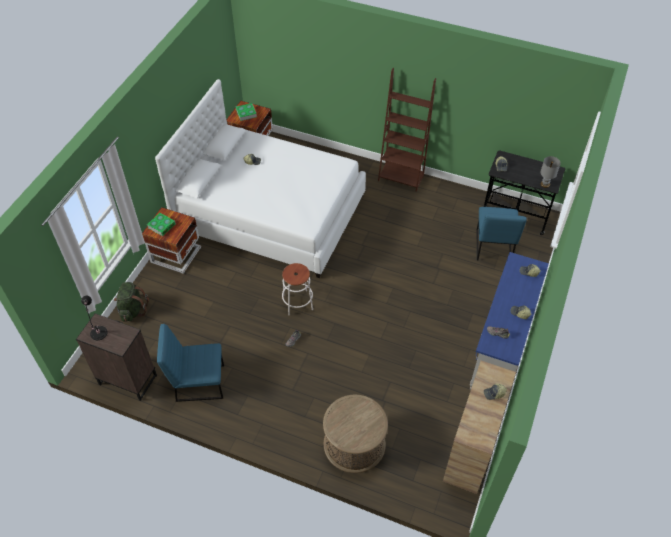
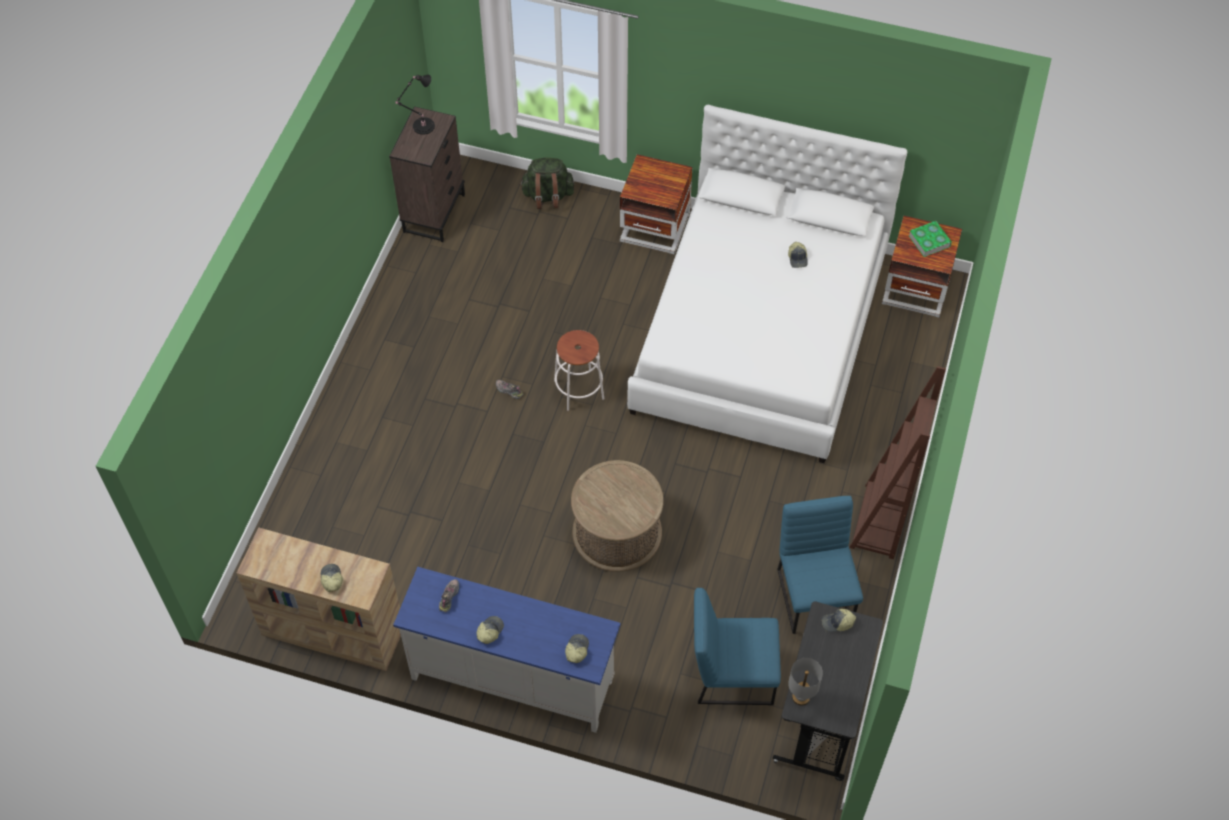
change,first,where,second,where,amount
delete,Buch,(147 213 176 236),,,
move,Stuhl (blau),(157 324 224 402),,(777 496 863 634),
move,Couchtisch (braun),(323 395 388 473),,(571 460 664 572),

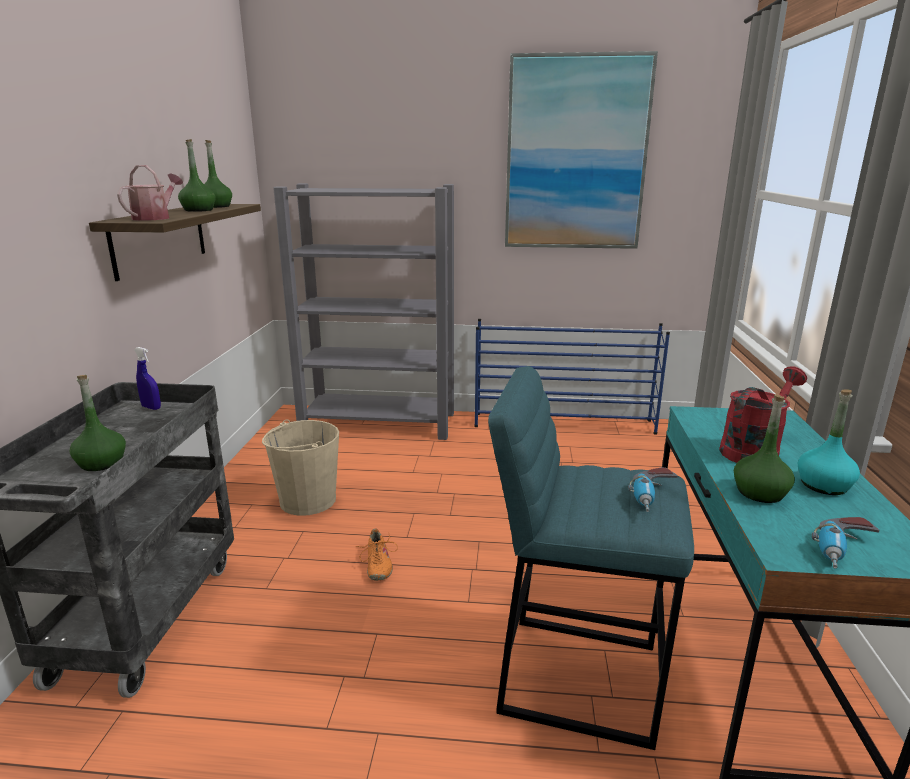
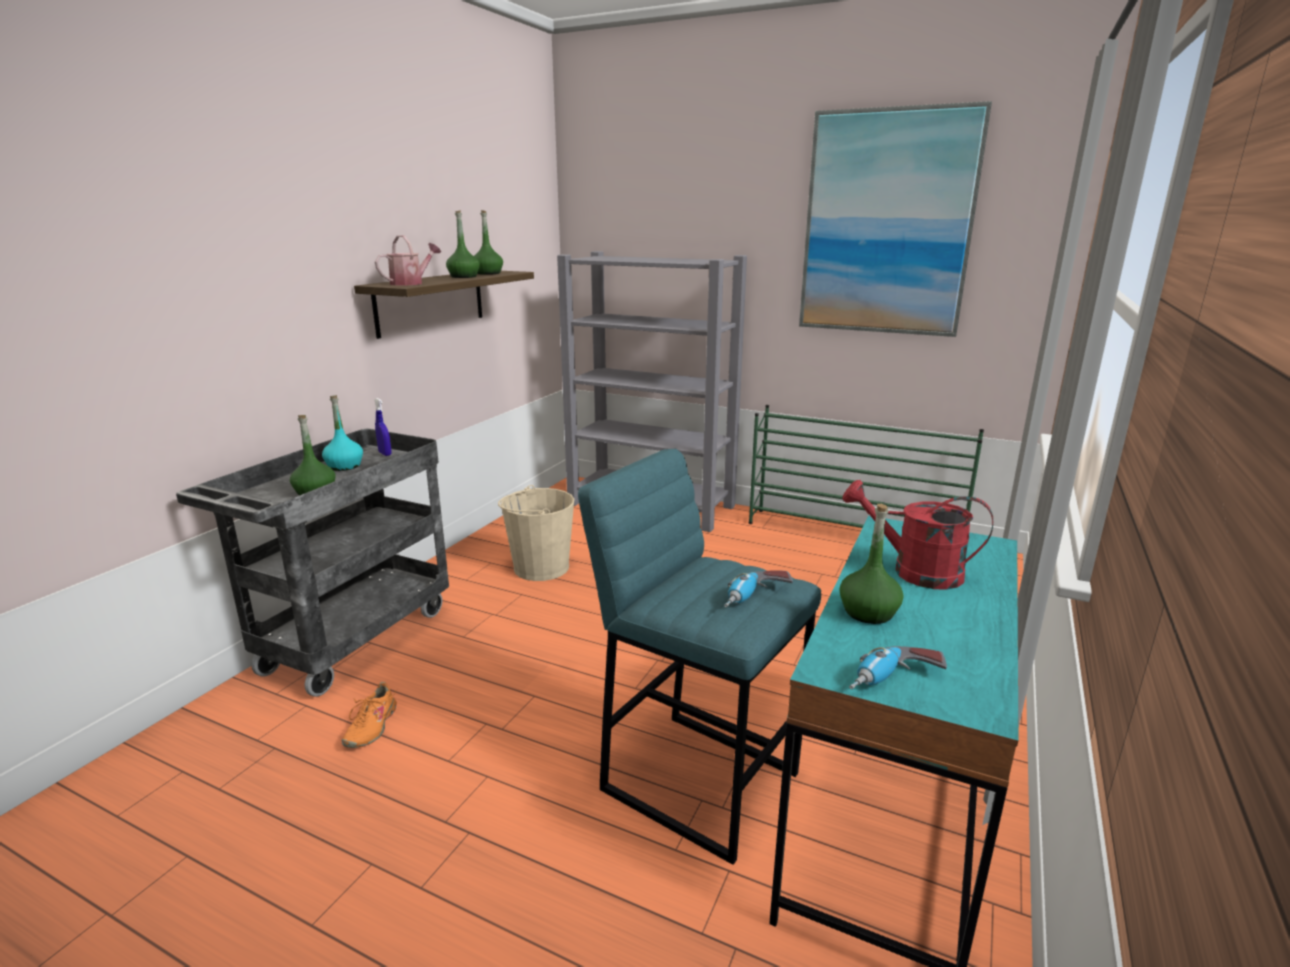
change,first,where,second,where,amount
recolor,Schuhregal (blau),(474 319 670 435),Schuhregal (grün),(749 405 984 528),
rotate,Gießkanne (rot),(719 366 807 463),,(843 480 993 590),135 degrees counterclockwise
move,Flasche (türkis),(798 389 860 495),,(322 395 363 471),
move,Schuh (orange),(355 528 398 581),,(342 682 397 748),

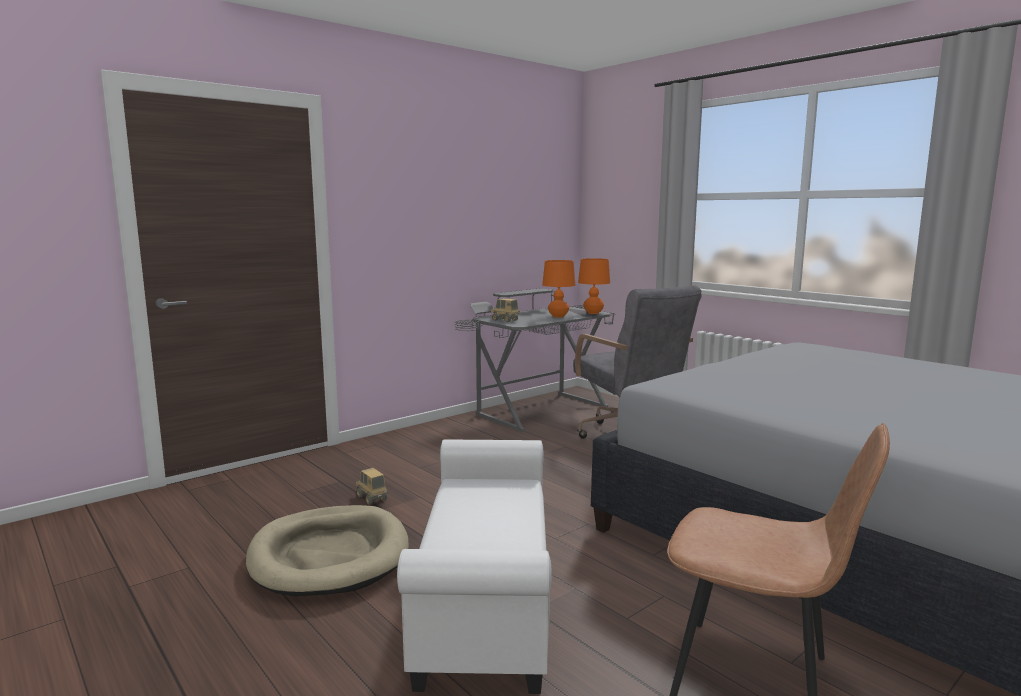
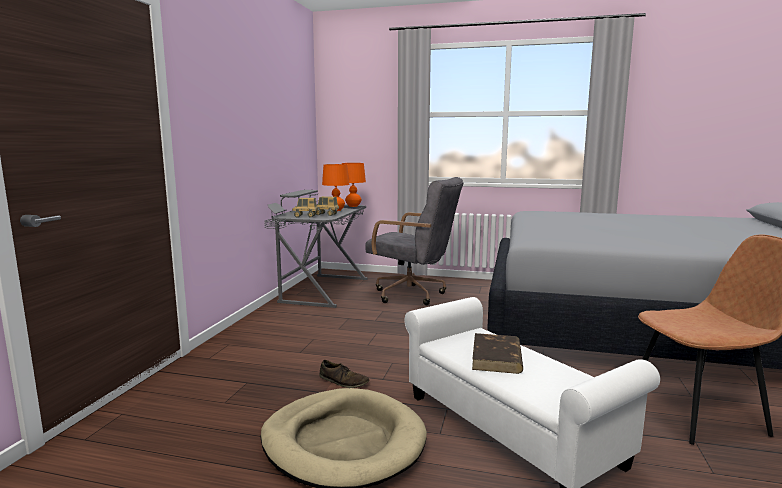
change,first,where,second,where,amount
move,Spielzeuglaster,(356 468 388 505),,(316 196 339 216),
insert,,,Buch (braun),(472 333 523 374),
insert,,,Schuh (braun),(320 360 369 388),

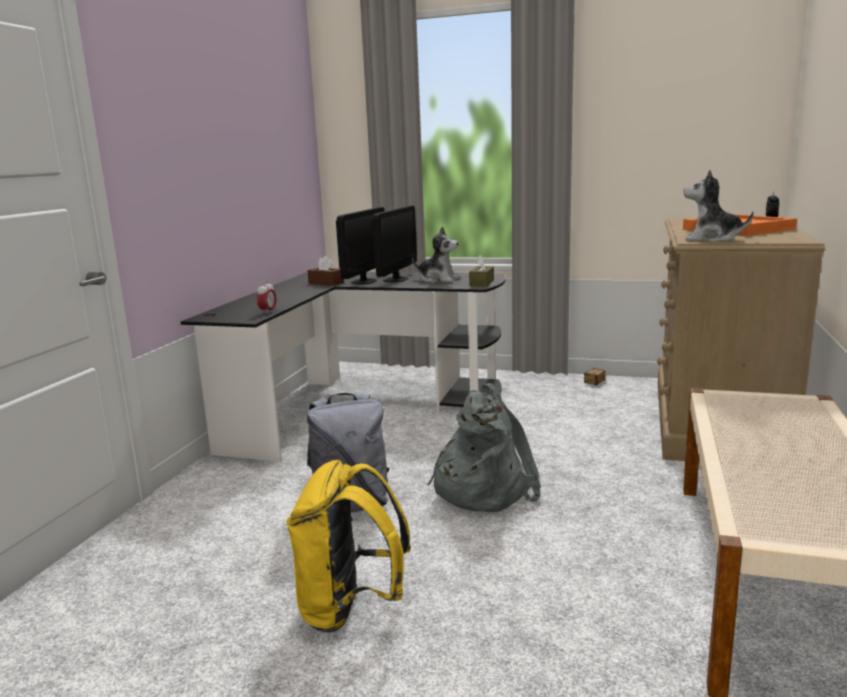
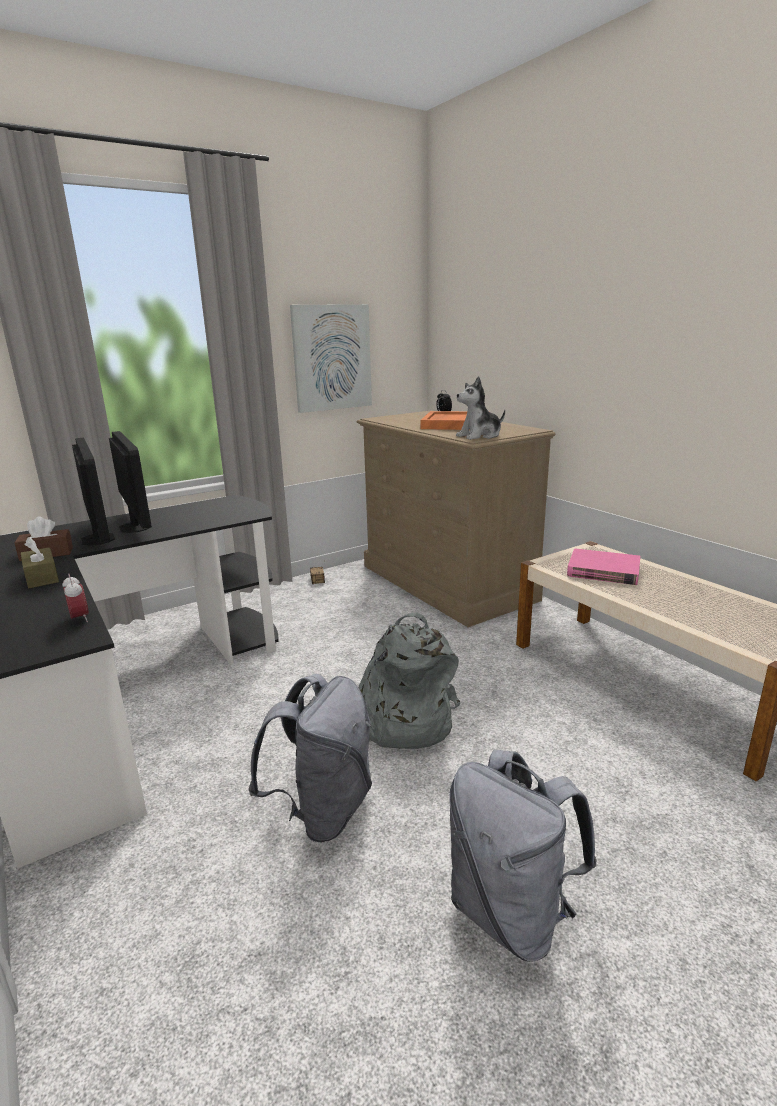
change,first,where,second,where,amount
delete,Plüschtier,(412 227 459 283),,,
move,Taschentuchbox (braun),(469 255 494 287),,(21 537 59 588),
recolor,Rucksack (gelb),(286 460 411 633),Rucksack (grau),(449 750 597 962),
insert,,,Bild,(290 304 372 413),
insert,,,Buch (rosa),(567 548 640 585),

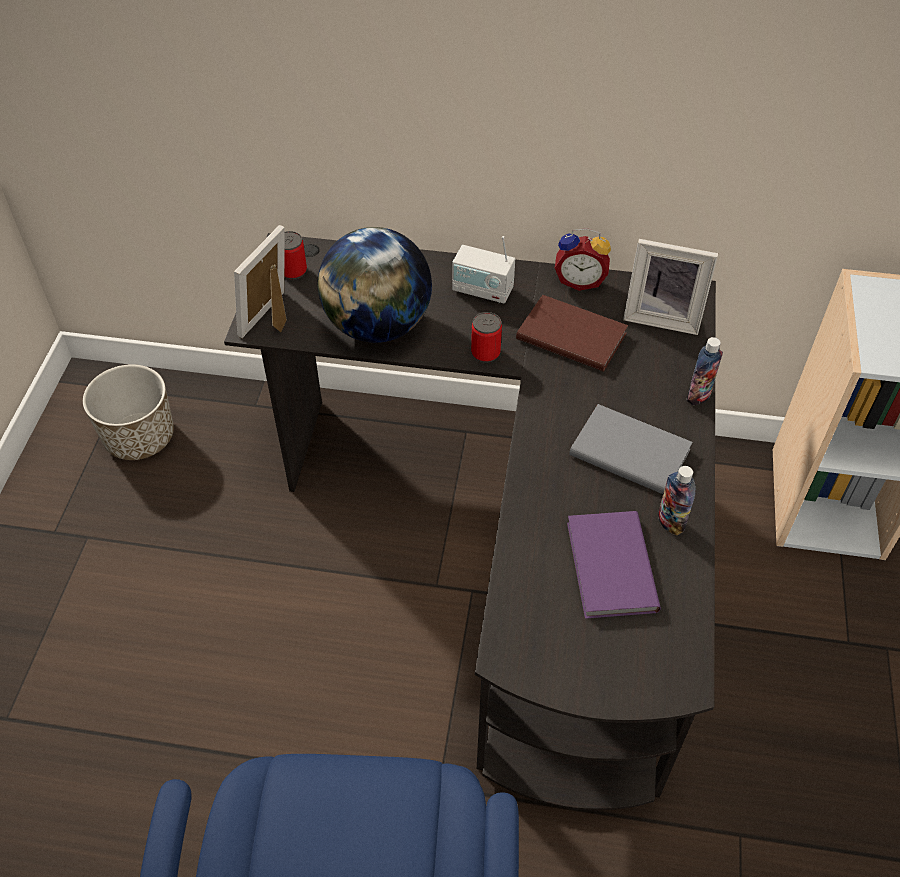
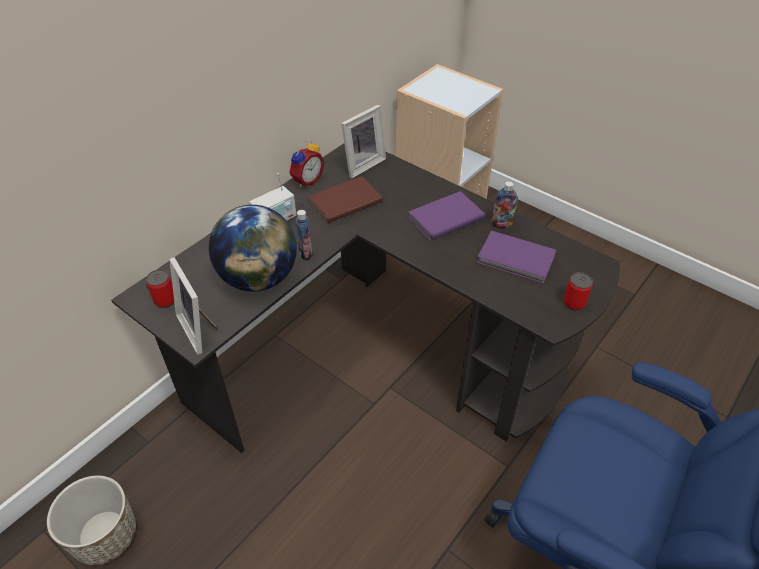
change,first,where,second,where,amount
move,Dose,(471 312 502 363),,(563 272 593 310),
move,Flasche,(687 337 723 405),,(295 210 312 260),
recolor,Buch (grau),(569 404 692 494),Buch (lila),(408 191 485 241),

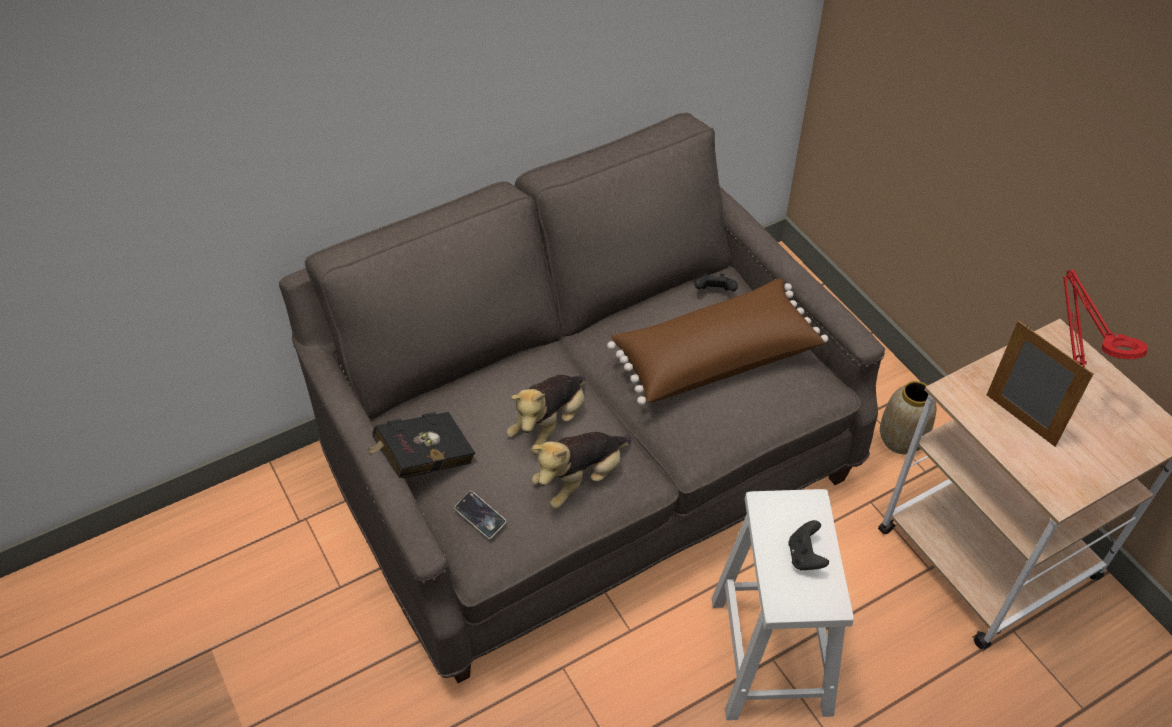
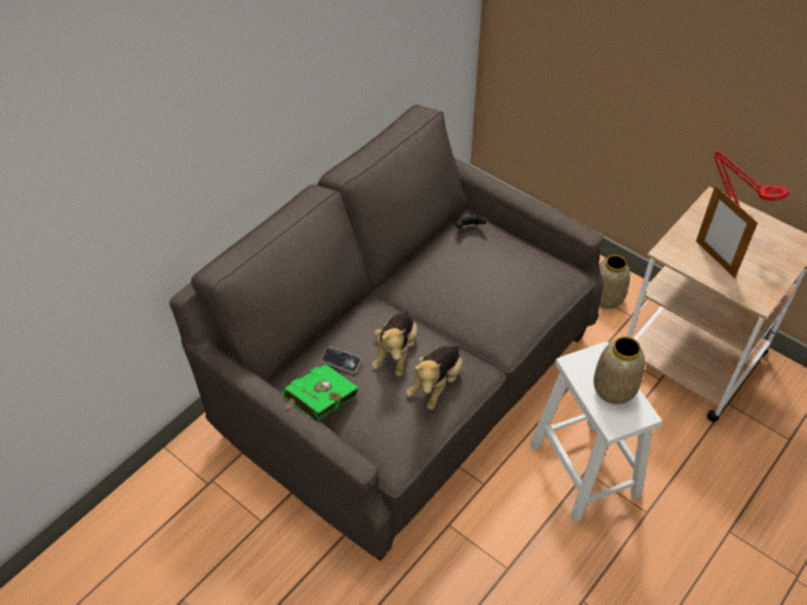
change,first,where,second,where,amount
delete,Kissen (braun),(607 278 828 405),,,
rotate,Bilderrahmen,(987 321 1094 447),,(696 185 758 278),150 degrees counterclockwise
recolor,Buch (schwarz),(366 412 475 478),Buch (grün),(282 364 358 421),
move,Handy,(455 491 506 539),,(321 346 362 373),
replace,Gamepad (schwarz),(788 520 829 571),Vase,(594 336 645 404),

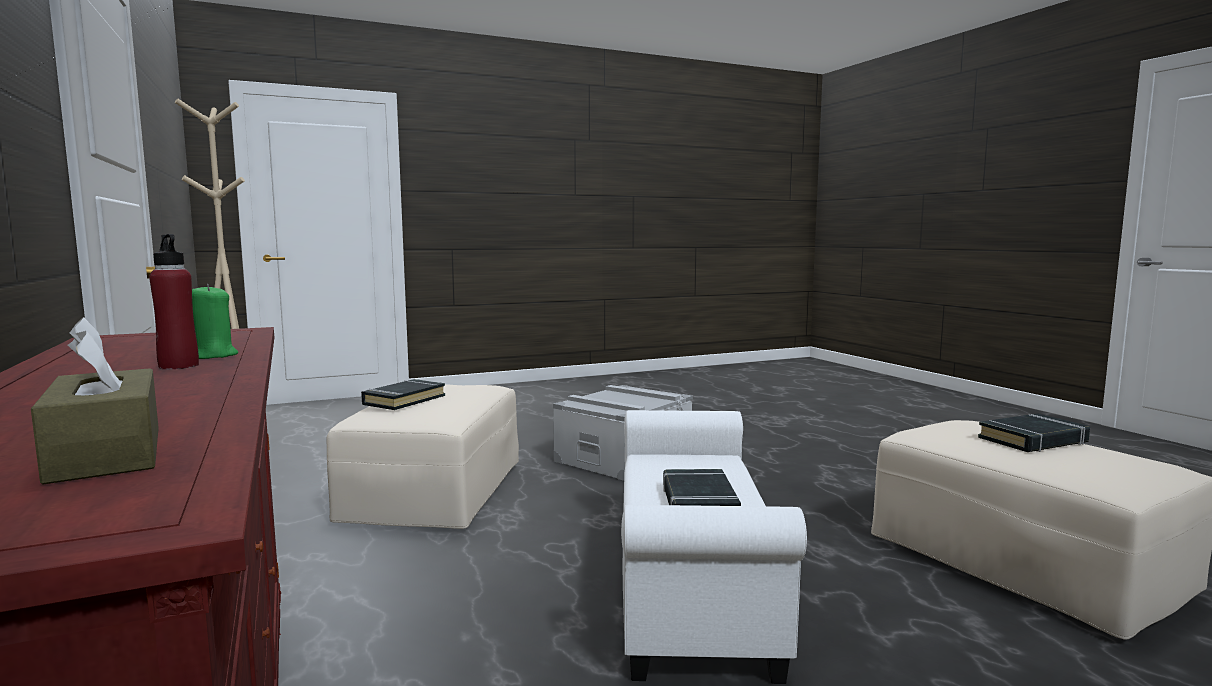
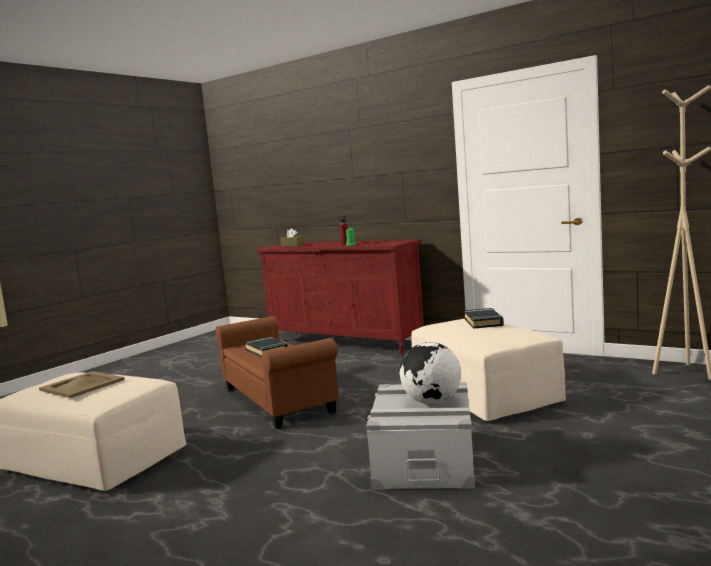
change,first,where,second,where,amount
recolor,Polsterhocker (weiß),(621 410 807 684),Polsterhocker (braun),(216 316 339 429),
replace,Buch (schwarz),(978 413 1090 452),Tablett (beige),(39 371 125 398),
insert,,,Globus,(399 342 461 404),

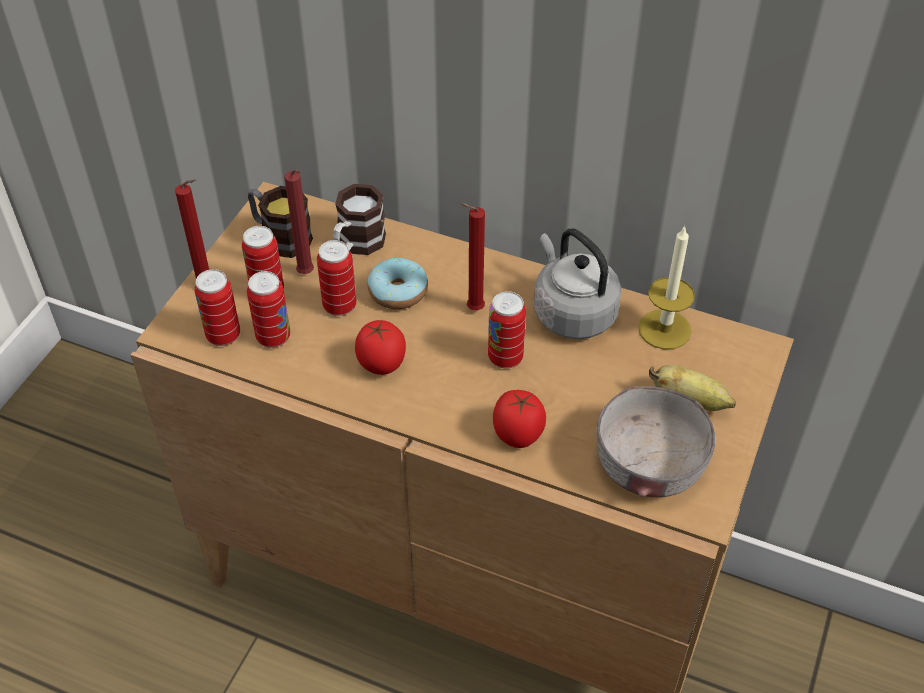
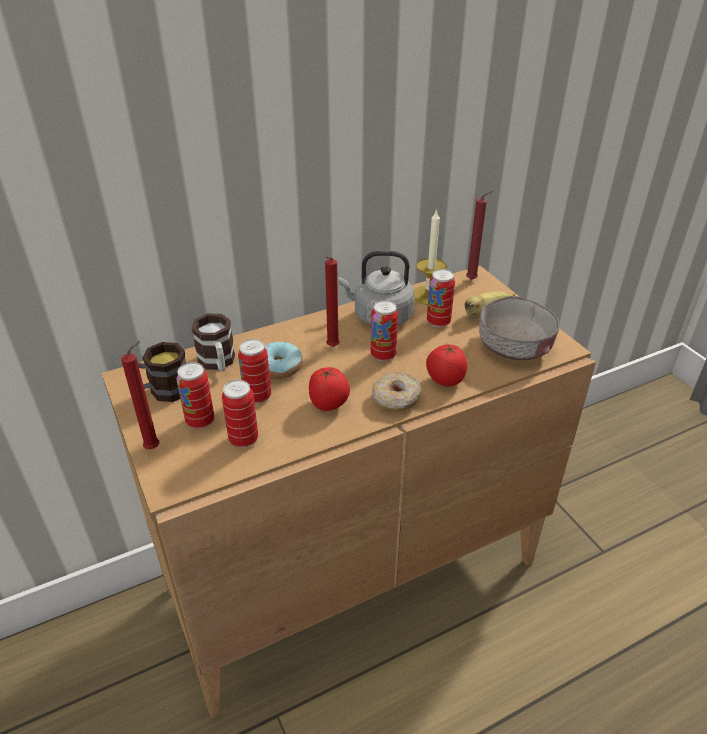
change,first,where,second,where,amount
move,Kerze (rot),(284 169 314 274),,(466 191 493 280),
move,Dose,(194 269 240 346),,(427 269 455 327),
insert,,,Donut,(372 372 422 412),

